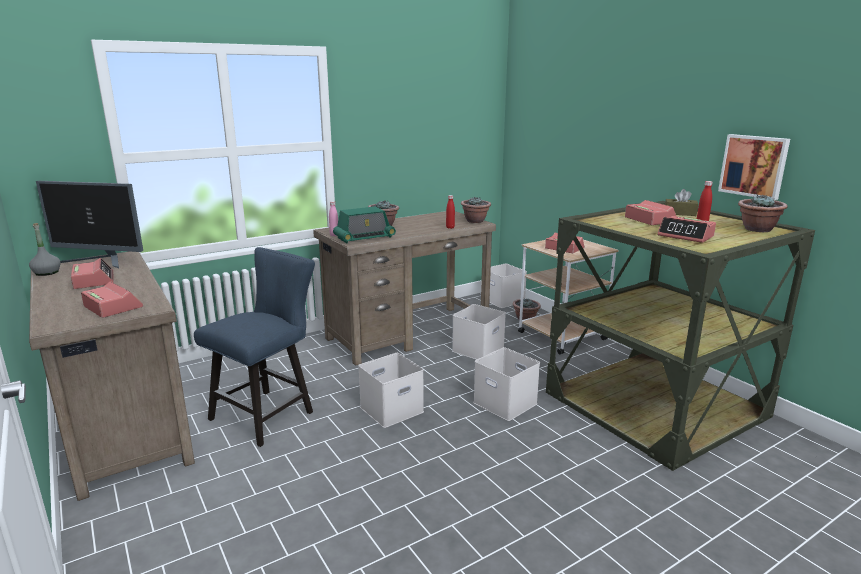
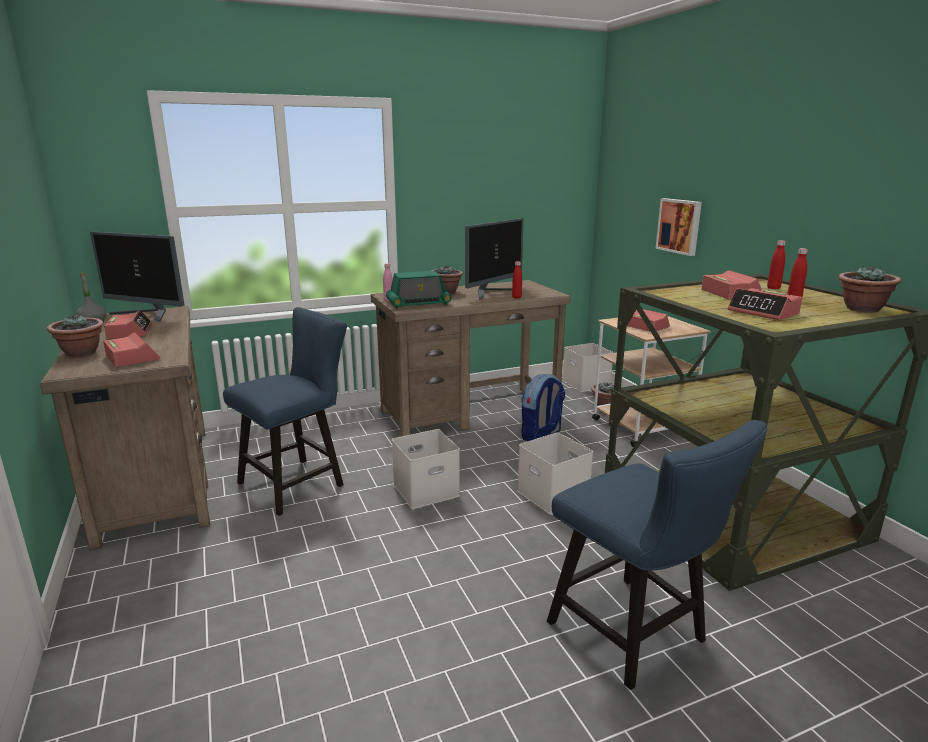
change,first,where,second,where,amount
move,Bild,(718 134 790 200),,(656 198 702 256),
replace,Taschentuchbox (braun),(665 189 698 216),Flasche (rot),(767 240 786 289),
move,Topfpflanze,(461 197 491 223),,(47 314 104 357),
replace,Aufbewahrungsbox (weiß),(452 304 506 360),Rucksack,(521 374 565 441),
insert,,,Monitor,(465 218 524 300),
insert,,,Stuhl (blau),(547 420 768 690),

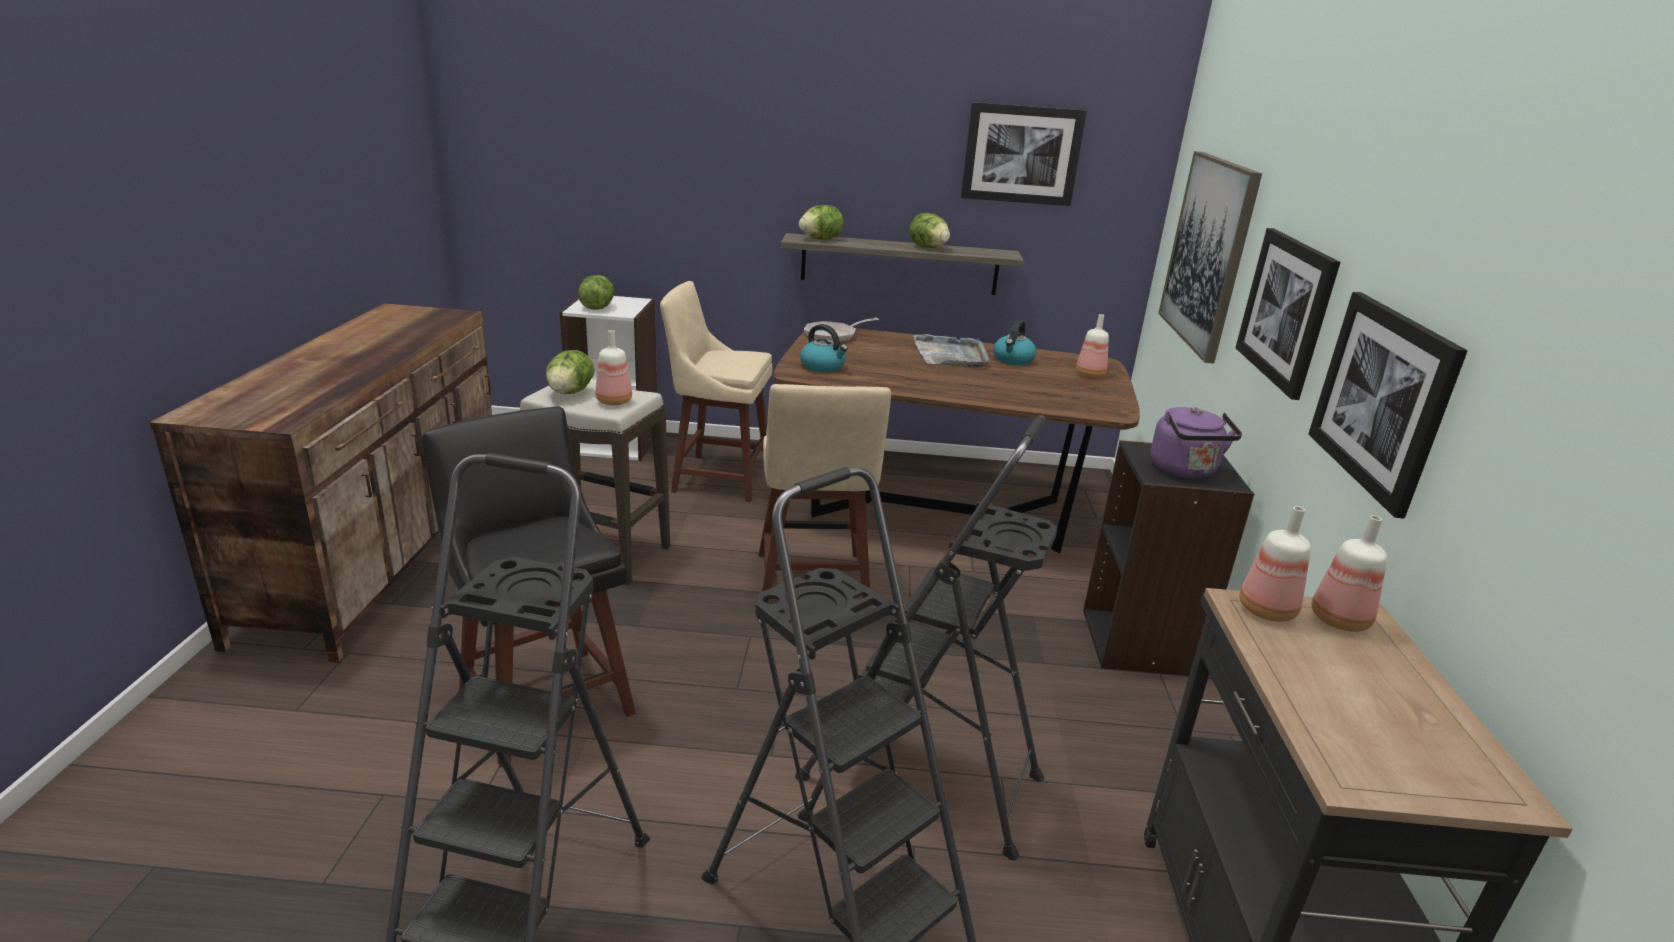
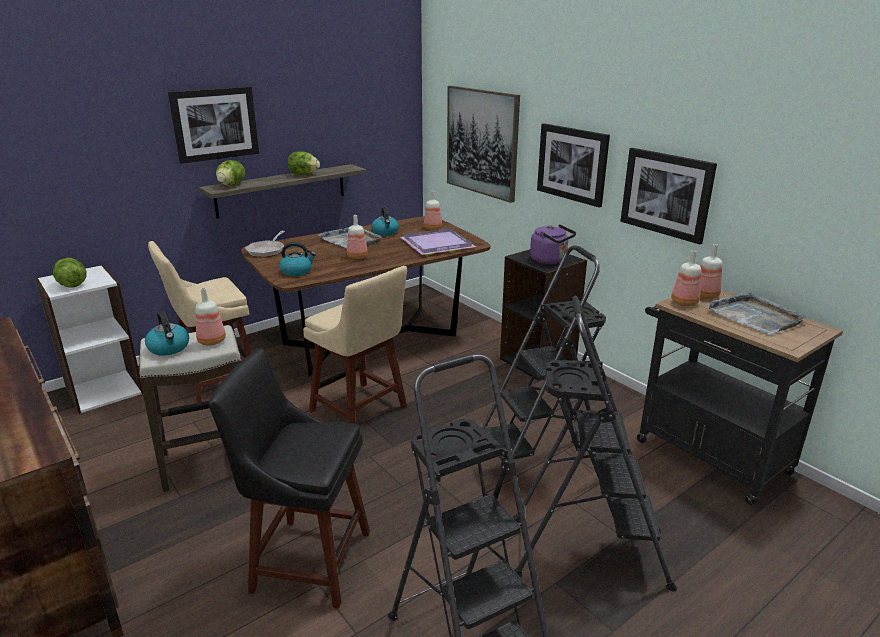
change,first,where,second,where,amount
move,Bild,(961 102 1087 206),,(168 86 259 164),
replace,Salatkopf,(546 350 594 394),Wasserkessel,(145 311 189 356),
insert,,,Flasche,(347 215 368 259),
insert,,,Tablett (lila),(400 228 476 256),
insert,,,Tablett (grau),(706 292 806 335),

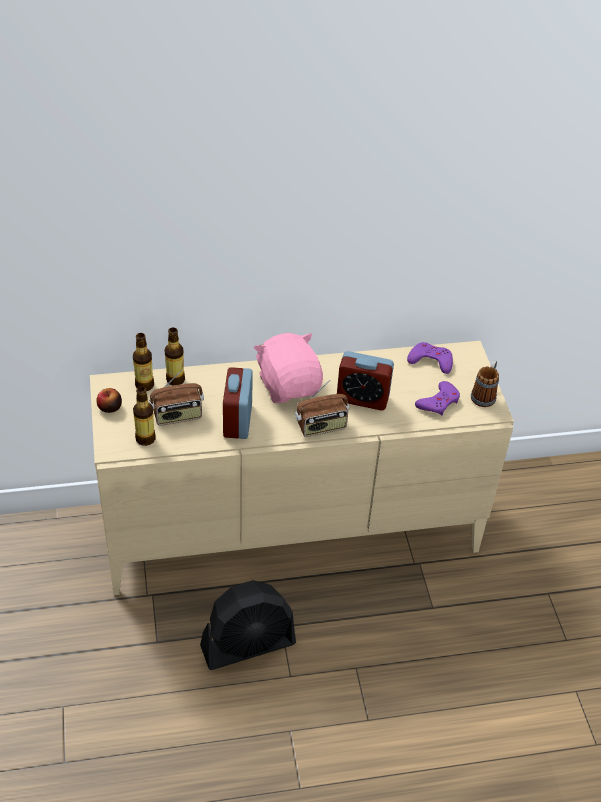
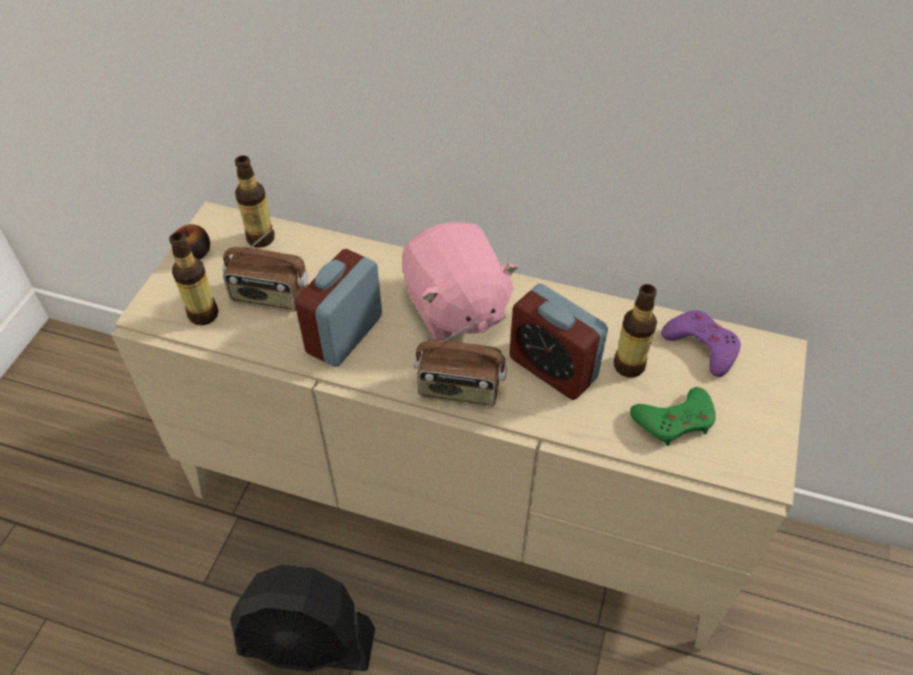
change,first,where,second,where,amount
move,Flasche,(165 327 185 385),,(614 284 657 378),
rotate,Plüschtier (rosa),(254 333 323 403),,(402 222 519 340),150 degrees clockwise
delete,Henkelbecher,(471 360 499 407),,,
recolor,Gamepad (lila),(415 381 460 415),Gamepad (grün),(630 387 716 446),

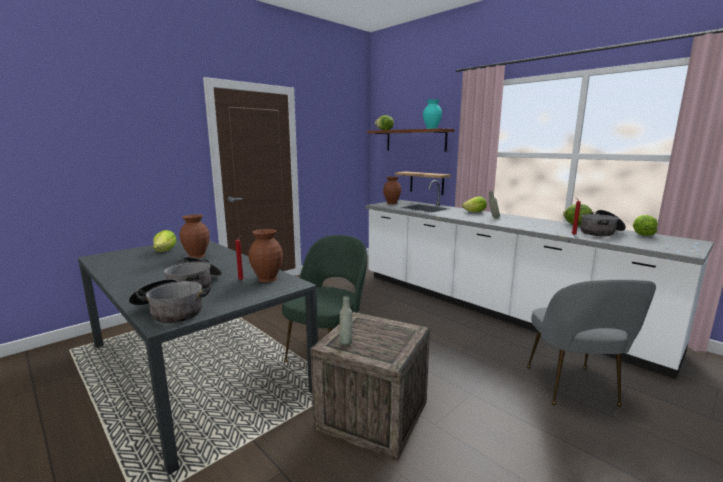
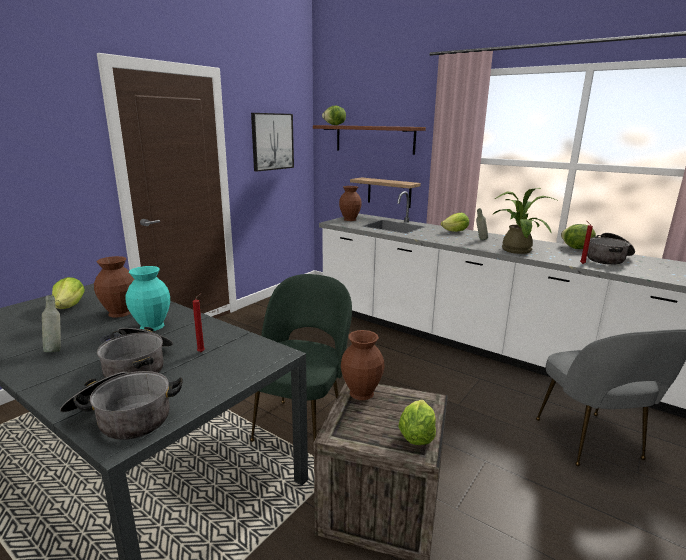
change,first,where,second,where,amount
move,Vase (türkis),(423 99 442 129),,(126 266 170 331),
move,Salatkopf,(633 215 658 236),,(399 399 436 445),
move,Vase (braun),(248 229 283 282),,(341 330 385 400),
move,Flasche (grau),(340 296 353 345),,(42 295 61 352),
insert,,,Bild,(251 113 294 171),
insert,,,Topfpflanze,(493 188 556 254),

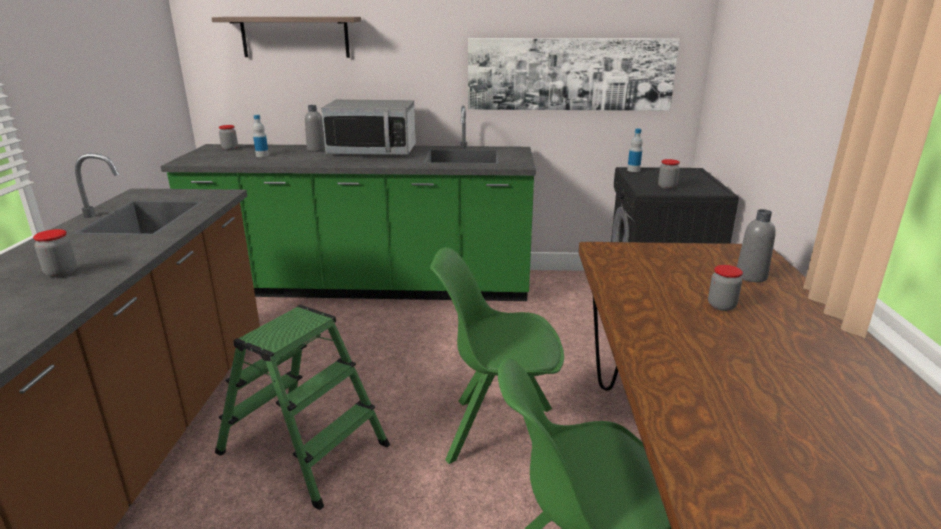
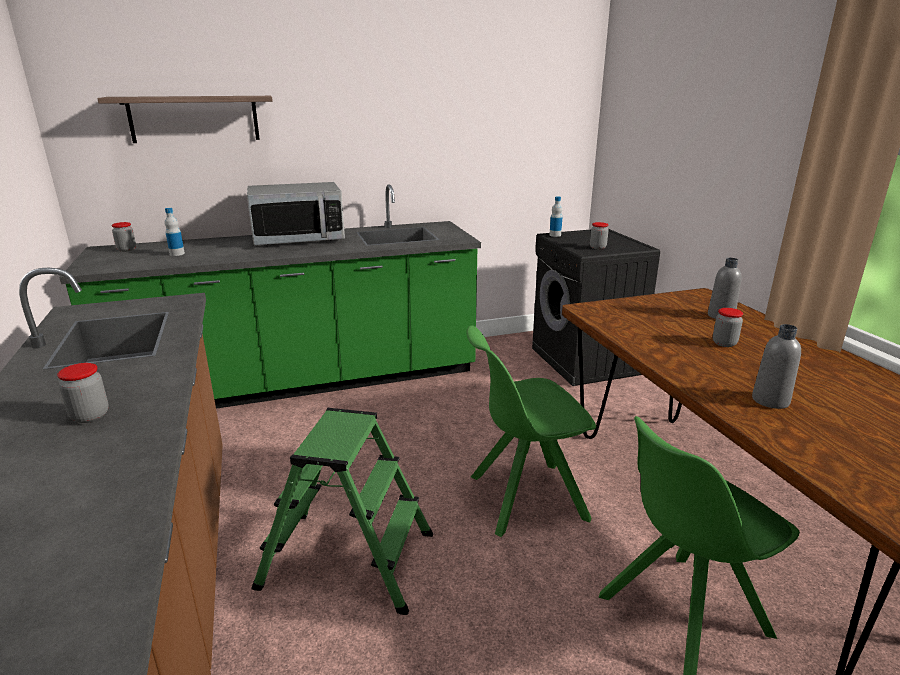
change,first,where,second,where,amount
delete,Bild,(468 38 679 111),,,
move,Flasche (grau),(305 105 325 152),,(752 324 801 409),

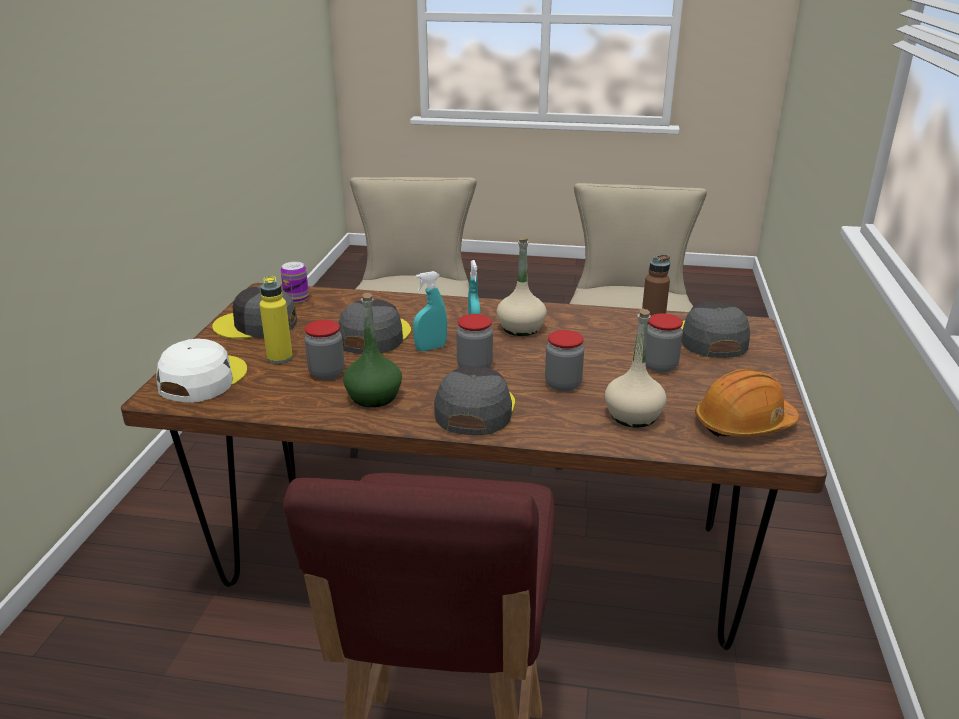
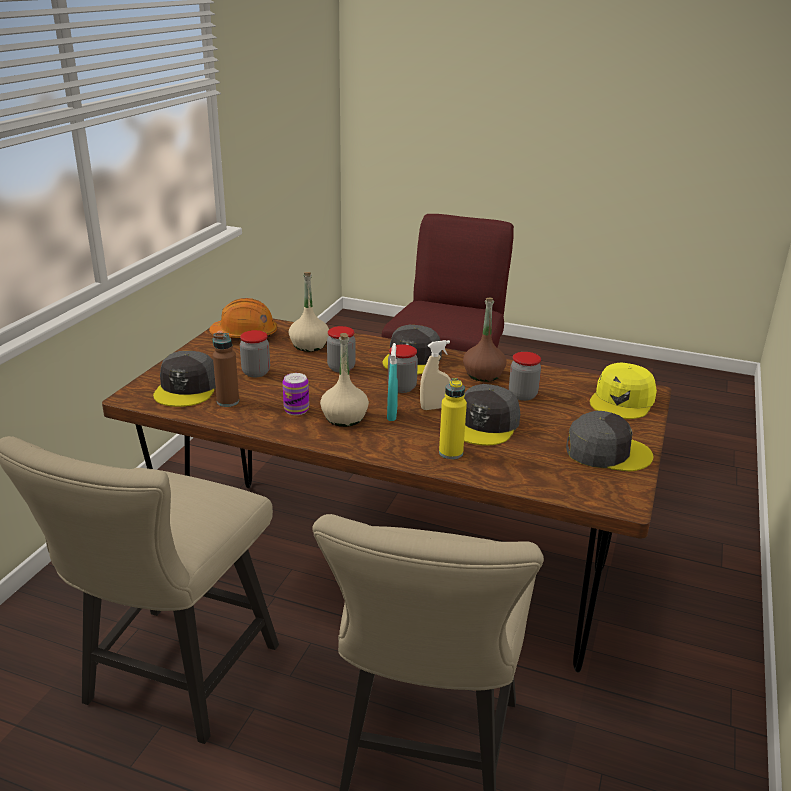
change,first,where,second,where,amount
move,Dose,(281 262 309 303),,(283 373 309 415),
recolor,Sprühflasche (türkis),(413 271 447 351),Sprühflasche (beige),(420 340 451 410),
move,Flasche (gelb),(260 276 293 364),,(439 378 467 459),
recolor,Flasche (grün),(343 293 402 407),Flasche (braun),(463 298 507 382),
recolor,Kappe (weiß),(156 339 247 403),Kappe (gelb),(590 362 657 419),

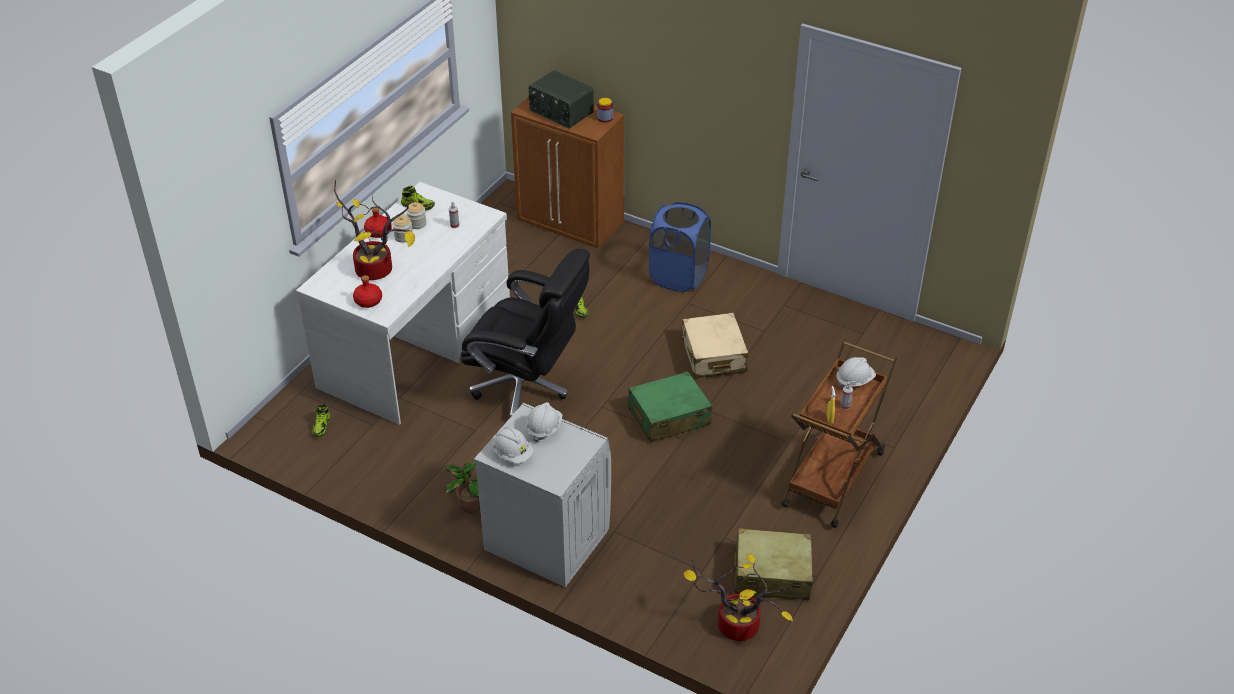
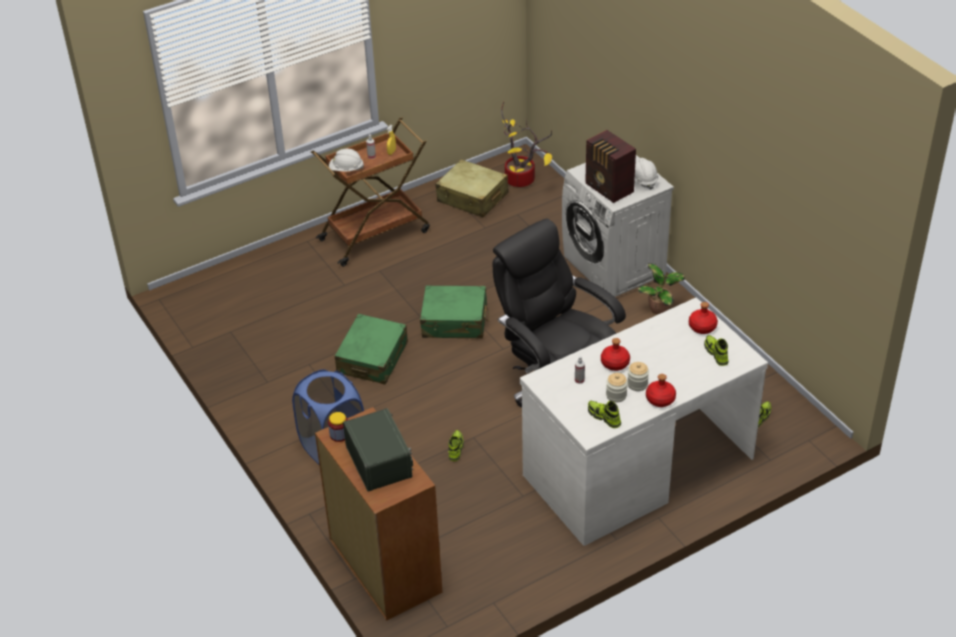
change,first,where,second,where,amount
delete,Topfpflanze,(334 180 415 280),,,
recolor,Koffer (beige),(682 313 748 378),Koffer (grün),(335 314 408 385),
replace,Schutzhelm (weiß),(526 402 562 442),Radio,(585 130 636 203),
insert,,,Schuh,(704 335 729 366),
insert,,,Flasche (rot),(601 338 630 371),

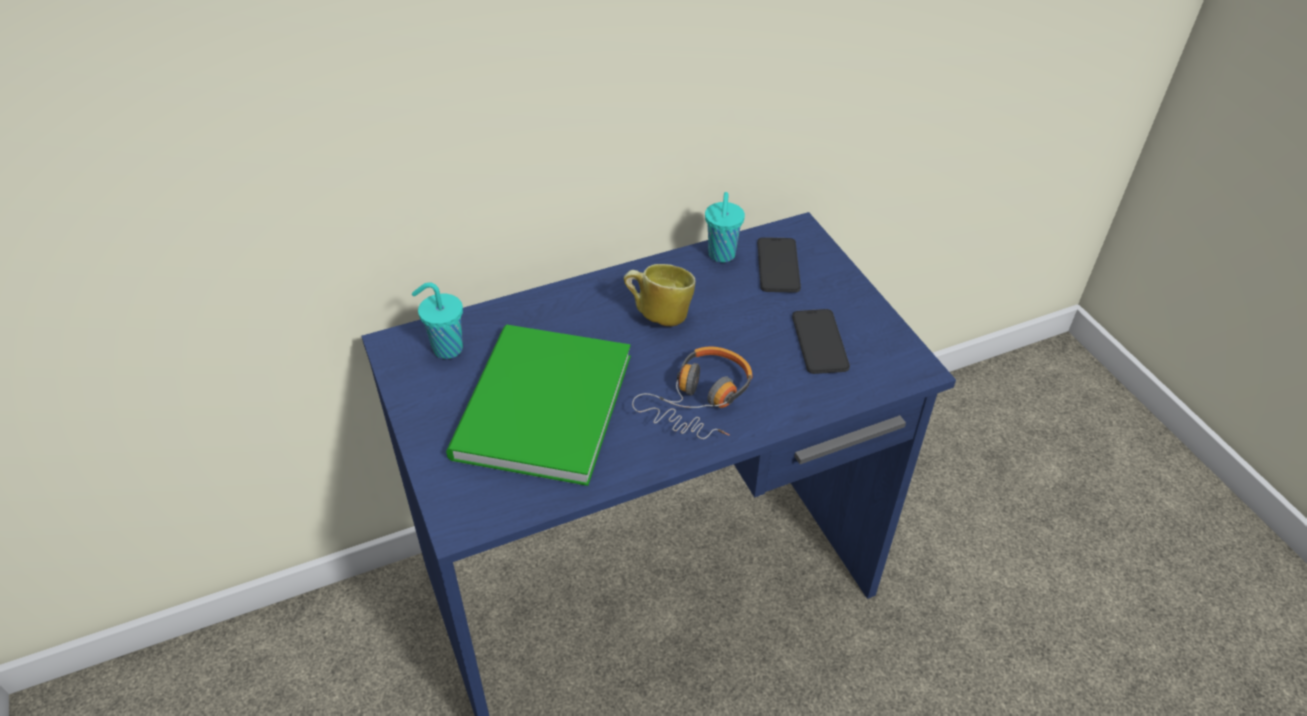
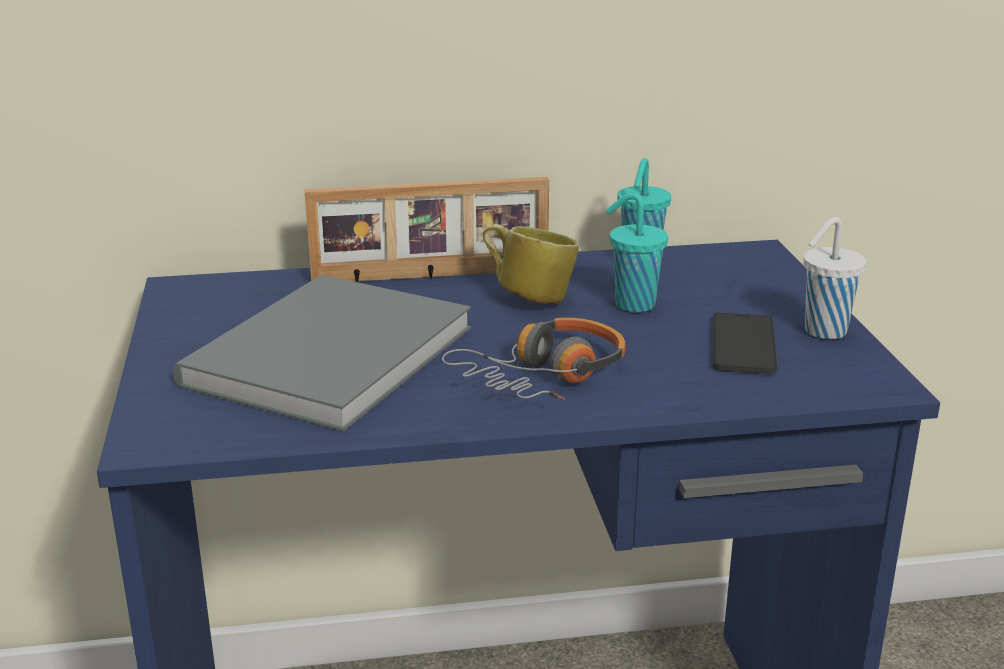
change,first,where,second,where,amount
delete,Handy,(757 237 801 293),,,
move,Tasse (türkis),(412 282 463 359),,(606 193 668 312),
recolor,Buch (grün),(446 324 631 486),Buch (grau),(173 275 471 432),
insert,,,Bilderrahmen,(305 177 549 282),
insert,,,Tasse (weiß),(803 217 867 339),

